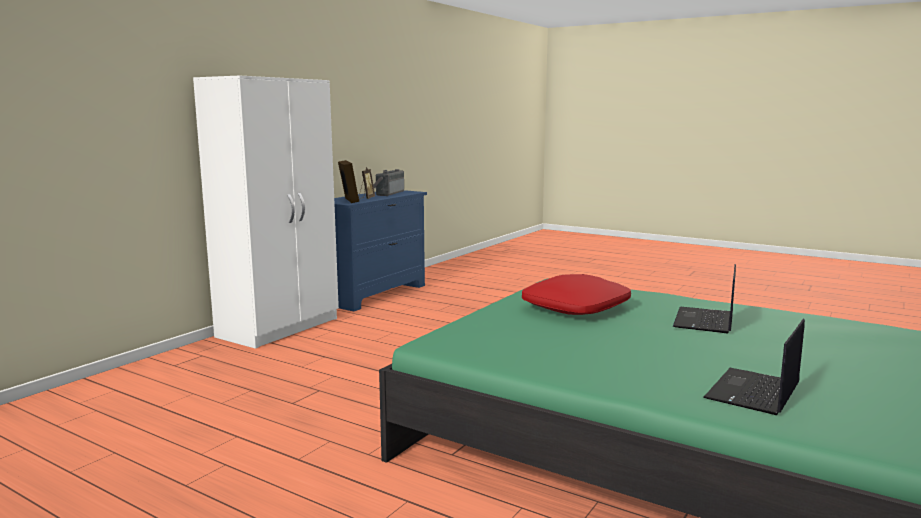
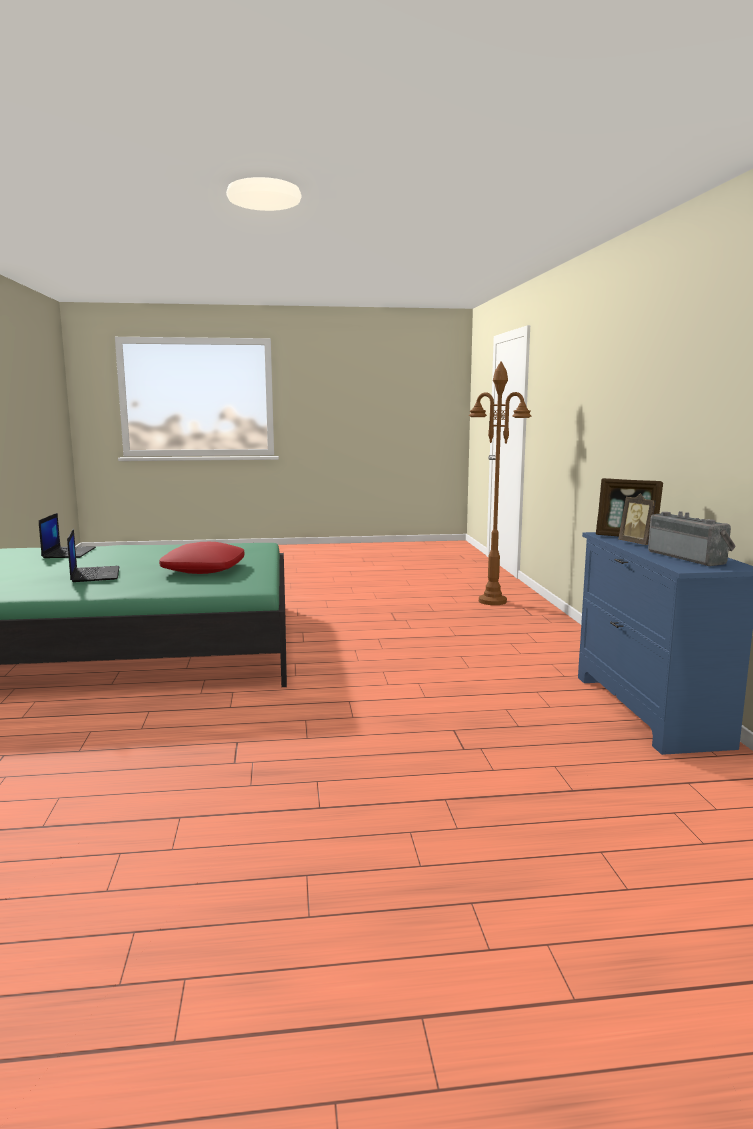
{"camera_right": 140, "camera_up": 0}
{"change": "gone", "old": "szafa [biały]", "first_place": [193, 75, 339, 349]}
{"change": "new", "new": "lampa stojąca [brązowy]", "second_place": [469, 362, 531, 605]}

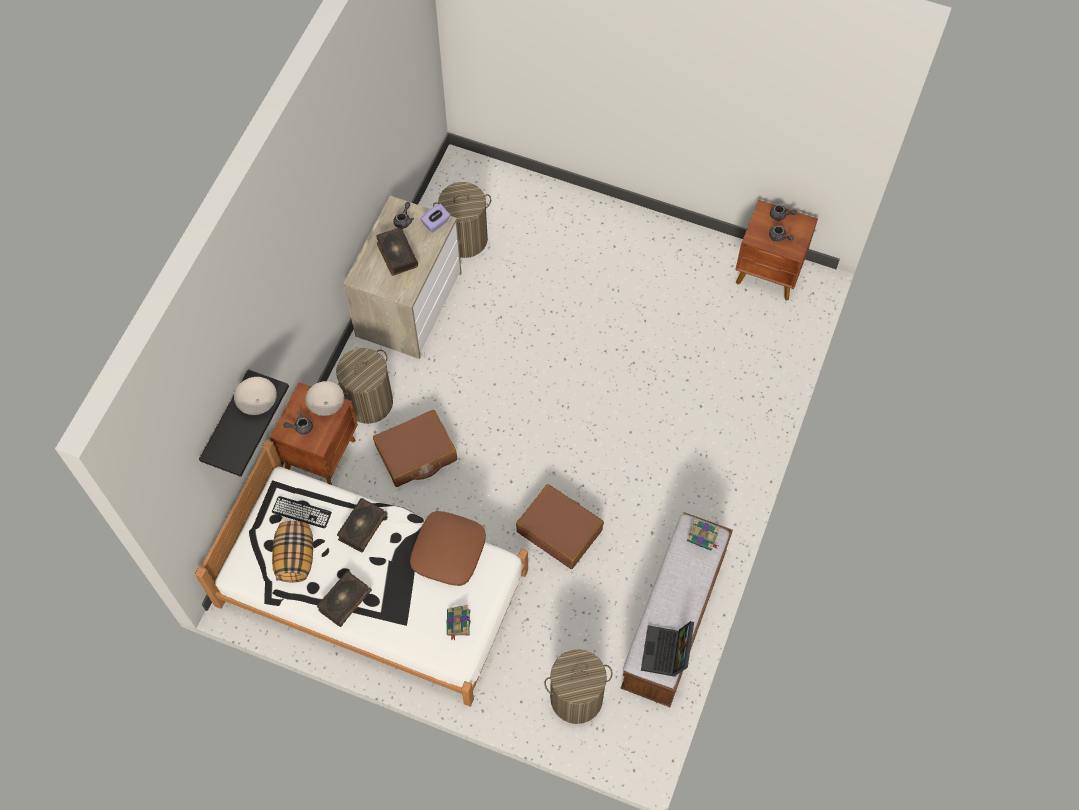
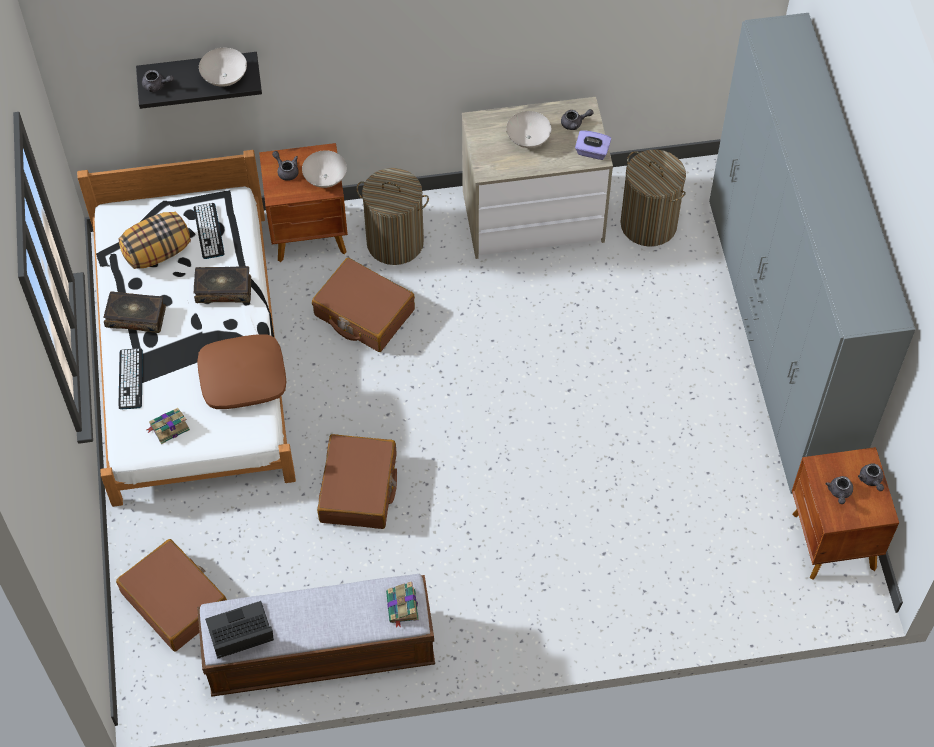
{"camera_right": 60, "camera_up": -5}
{"change": "swapped", "old": "książka", "new": "miska [biały]", "first_place": [376, 228, 418, 276], "second_place": [506, 111, 551, 148]}
{"change": "swapped", "old": "kosz na pranie", "new": "walizka [brązowy]", "first_place": [544, 649, 613, 724], "second_place": [116, 539, 227, 652]}
{"change": "new", "new": "klawiatura", "second_place": [118, 348, 143, 409]}
{"change": "new", "new": "imbryk [szary]", "second_place": [142, 70, 174, 92]}
{"change": "new", "new": "szafa [szary]", "second_place": [709, 13, 916, 494]}

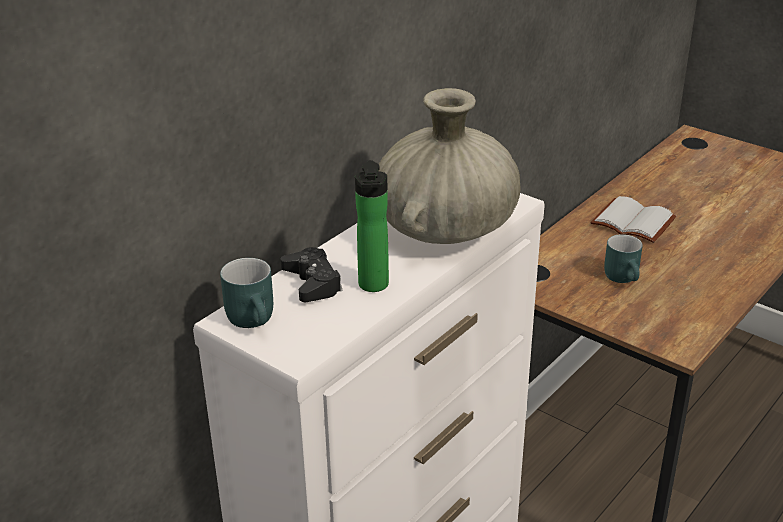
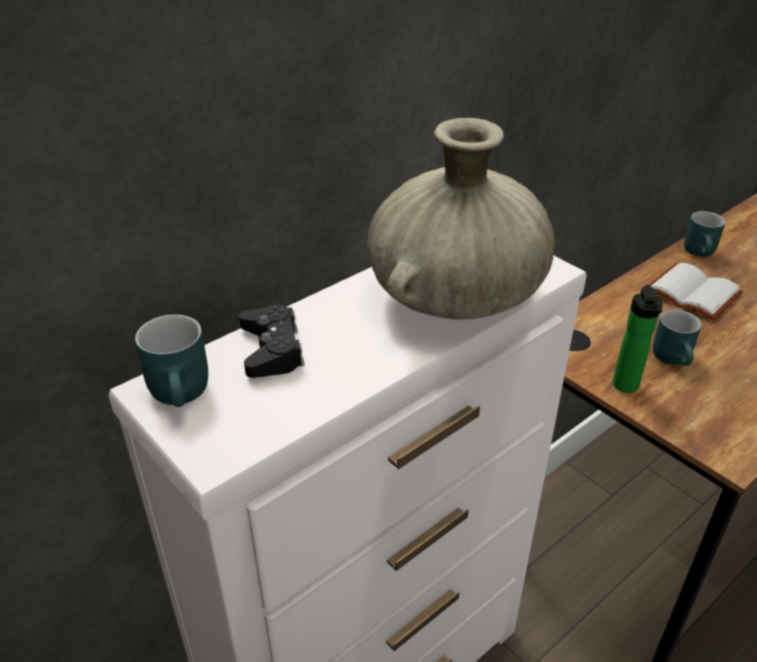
{"camera_right": 10, "camera_up": 5}
{"change": "shifted", "old": "butelka", "first_place": [355, 160, 389, 292], "second_place": [613, 285, 663, 393]}
{"change": "new", "new": "kubek [turkusowy]", "second_place": [684, 211, 725, 257]}

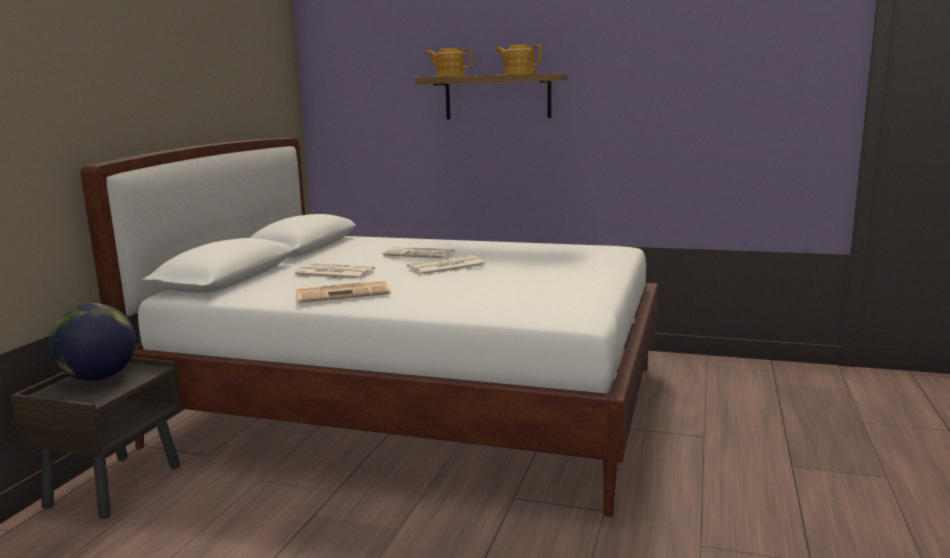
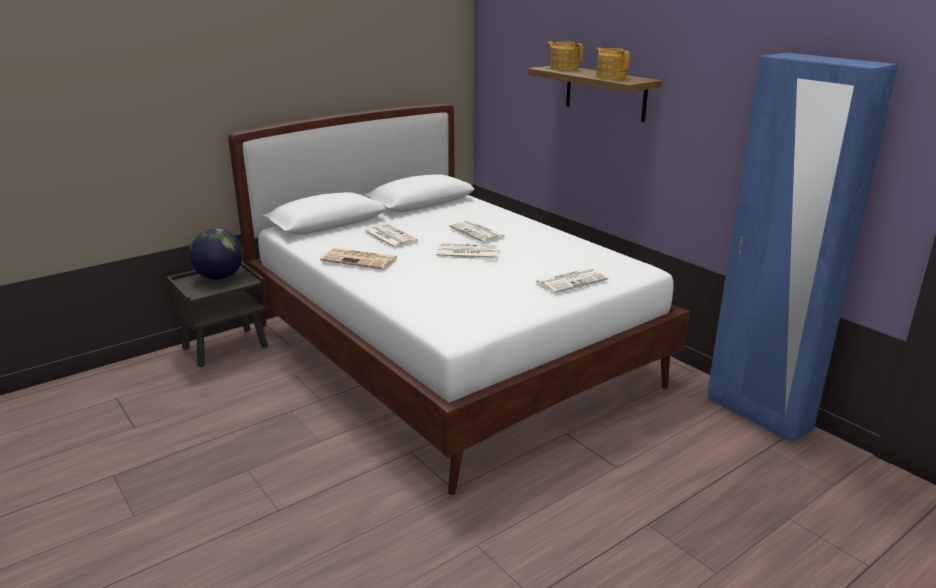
{"camera_right": 35, "camera_up": 10}
{"change": "new", "new": "gazeta", "second_place": [535, 268, 608, 293]}
{"change": "new", "new": "szafa [niebieski]", "second_place": [707, 53, 898, 443]}

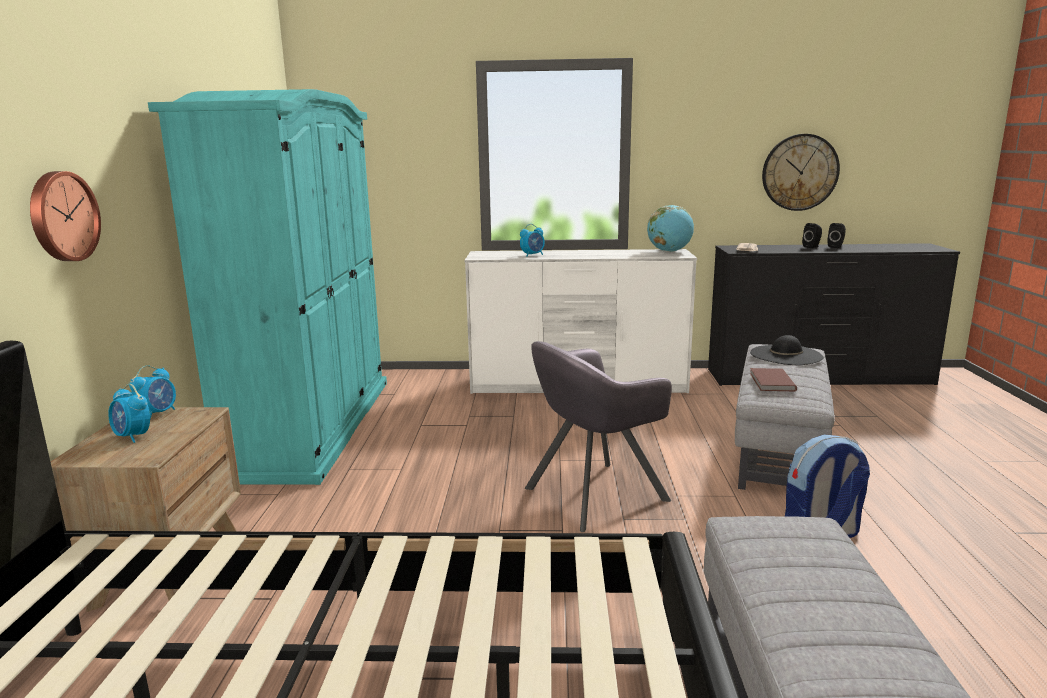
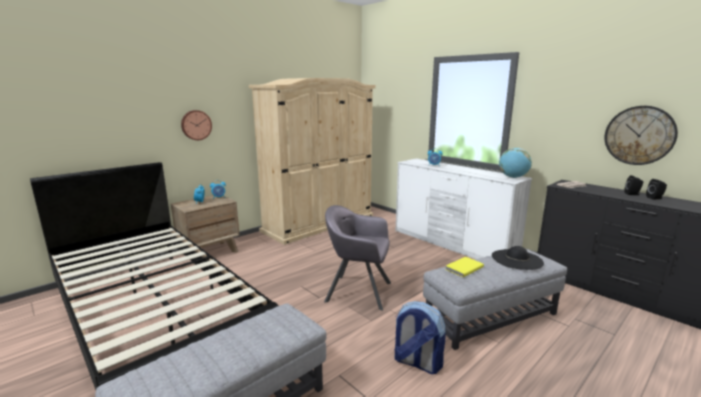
{"camera_right": 45, "camera_up": 0}
{"change": "repainted", "old": "szafa [turkusowy]", "new": "szafa [beżowy]", "first_place": [148, 89, 387, 485], "second_place": [249, 78, 375, 245]}
{"change": "repainted", "old": "książka [brązowy]", "new": "książka [żółty]", "first_place": [750, 368, 797, 391], "second_place": [445, 257, 484, 277]}

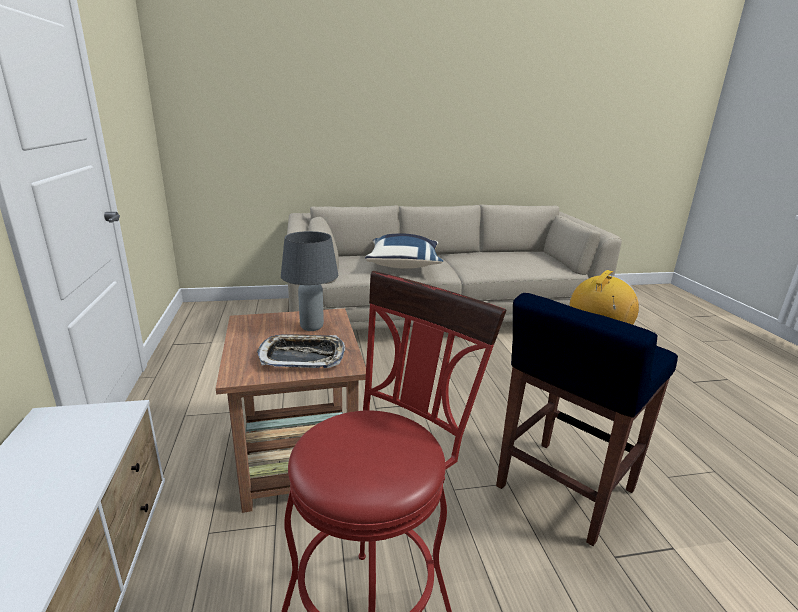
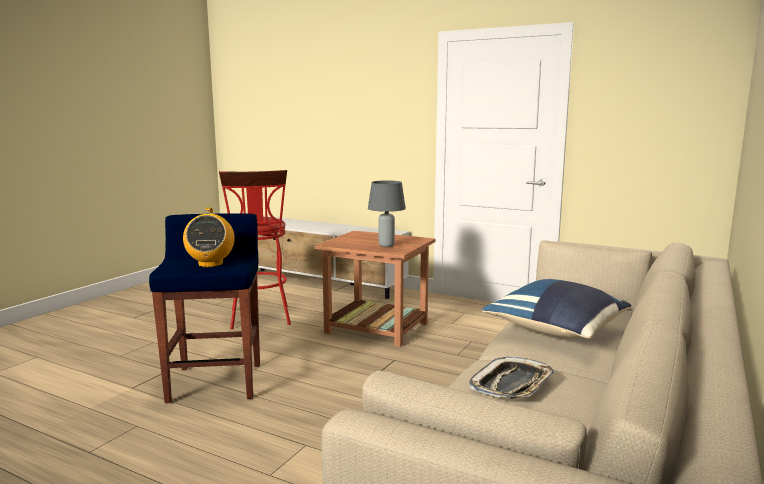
{"camera_right": 130, "camera_up": -10}
{"change": "shifted", "old": "taca", "first_place": [257, 334, 345, 368], "second_place": [469, 357, 554, 399]}

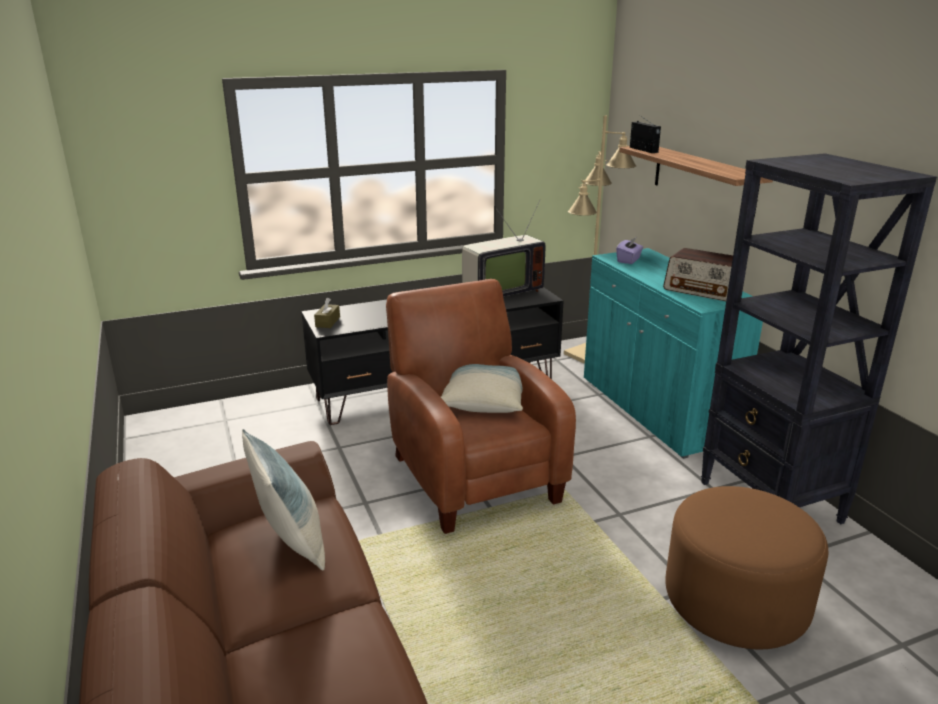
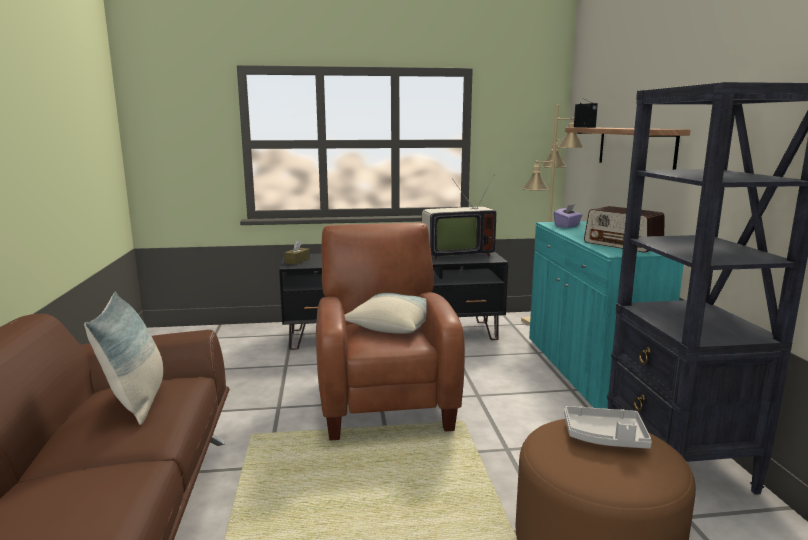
{"camera_right": 15, "camera_up": -10}
{"change": "new", "new": "taca [szary]", "second_place": [564, 406, 652, 449]}

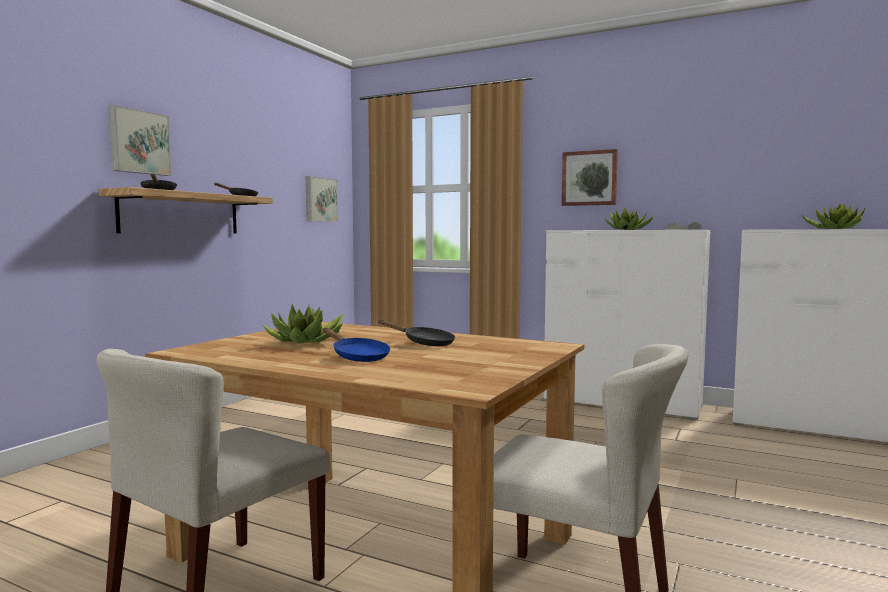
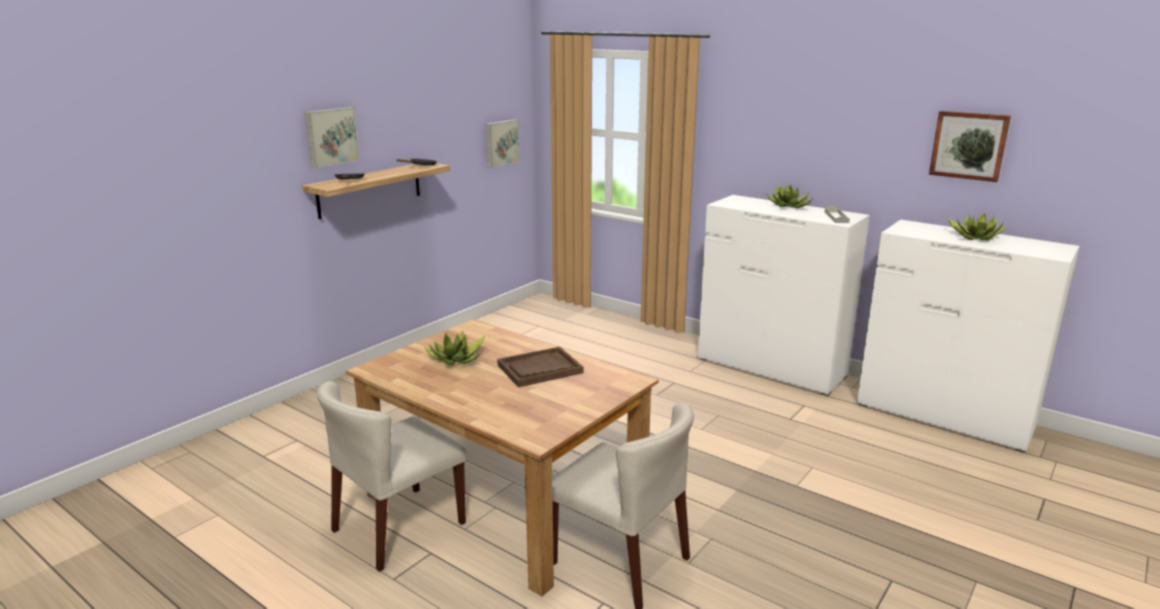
{"camera_right": 10, "camera_up": 15}
{"change": "gone", "old": "patelnia [niebieski]", "first_place": [322, 328, 390, 362]}
{"change": "swapped", "old": "patelnia [czarny]", "new": "taca [brązowy]", "first_place": [378, 320, 455, 346], "second_place": [497, 347, 583, 387]}
{"change": "shifted", "old": "obraz", "first_place": [562, 149, 618, 206], "second_place": [929, 111, 1011, 182]}

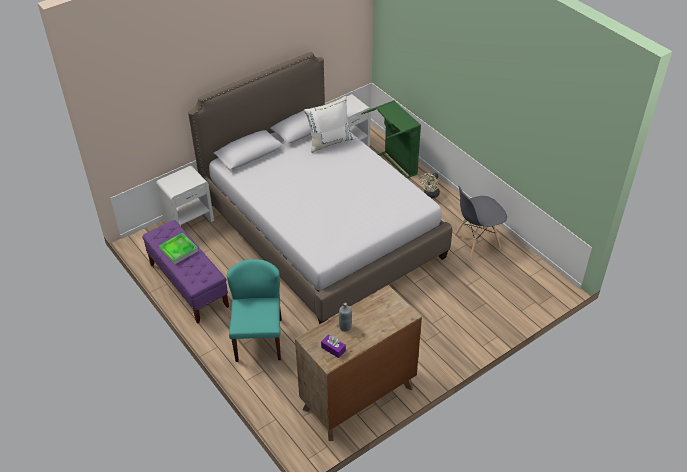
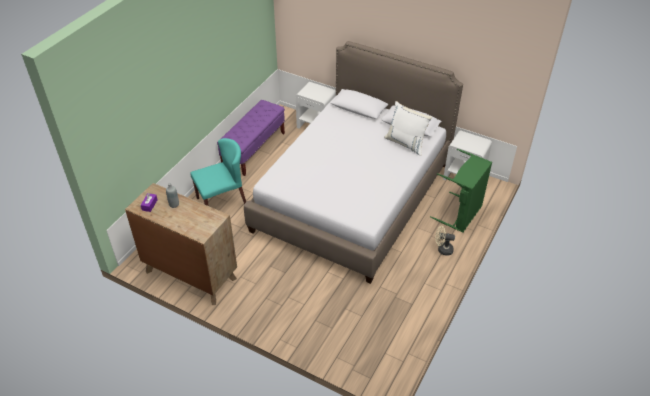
{"camera_right": 65, "camera_up": 0}
{"change": "gone", "old": "taca", "first_place": [159, 233, 198, 265]}
{"change": "gone", "old": "krzesło [szary]", "first_place": [454, 186, 507, 258]}

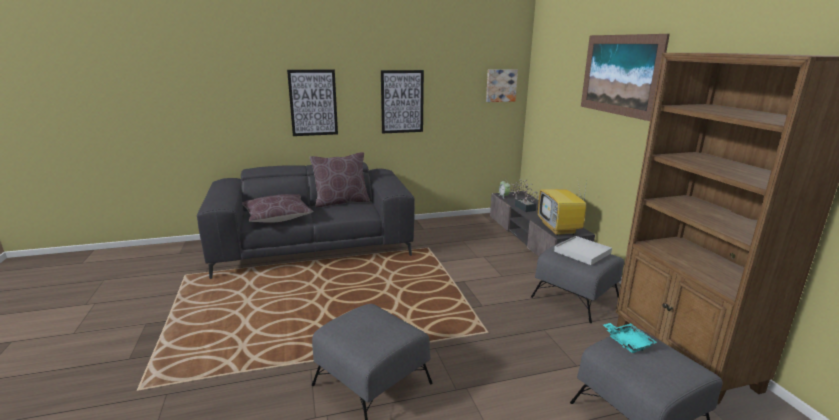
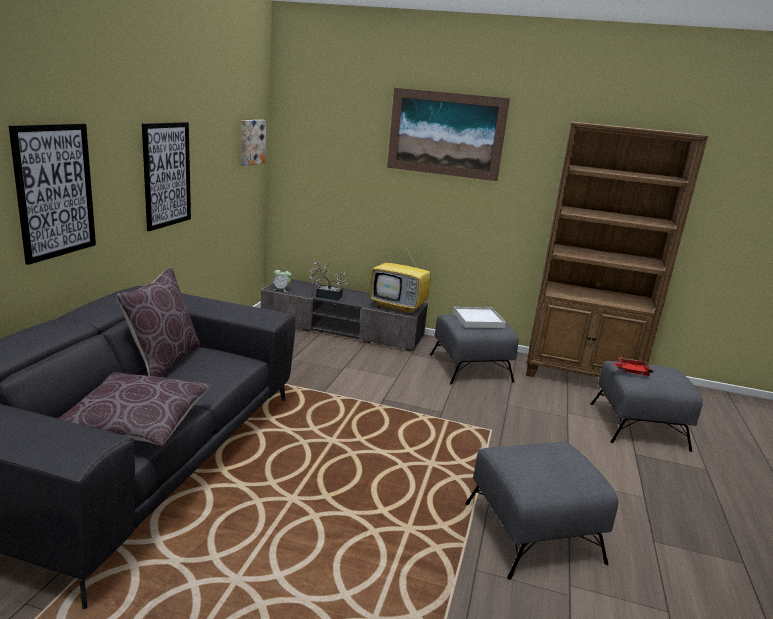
{"camera_right": -60, "camera_up": 0}
{"change": "repainted", "old": "taca [turkusowy]", "new": "taca [czerwony]", "first_place": [603, 323, 657, 353], "second_place": [613, 357, 653, 376]}

